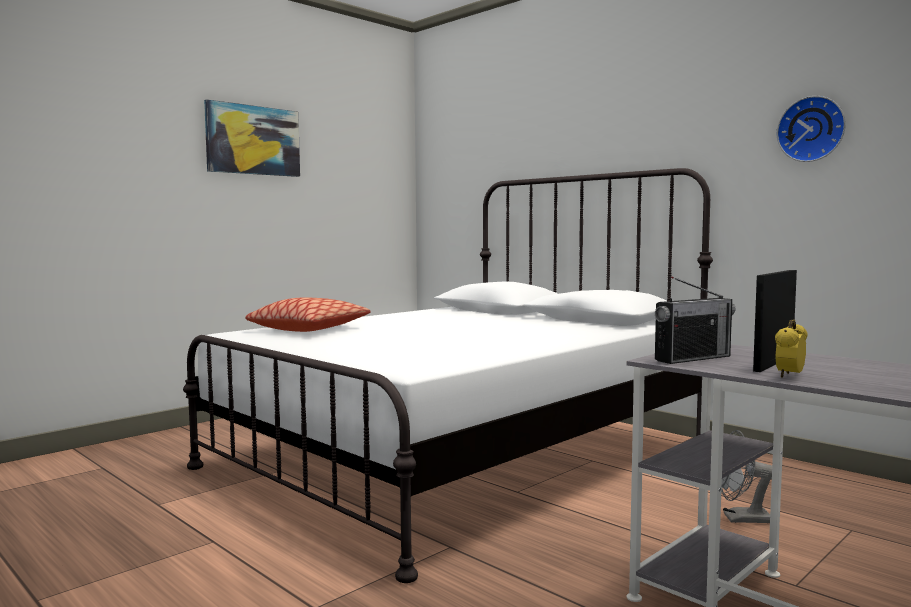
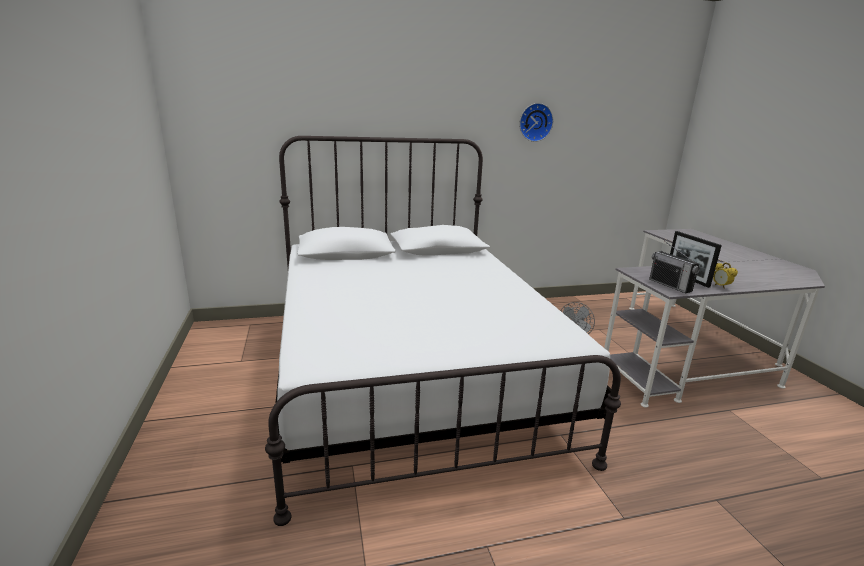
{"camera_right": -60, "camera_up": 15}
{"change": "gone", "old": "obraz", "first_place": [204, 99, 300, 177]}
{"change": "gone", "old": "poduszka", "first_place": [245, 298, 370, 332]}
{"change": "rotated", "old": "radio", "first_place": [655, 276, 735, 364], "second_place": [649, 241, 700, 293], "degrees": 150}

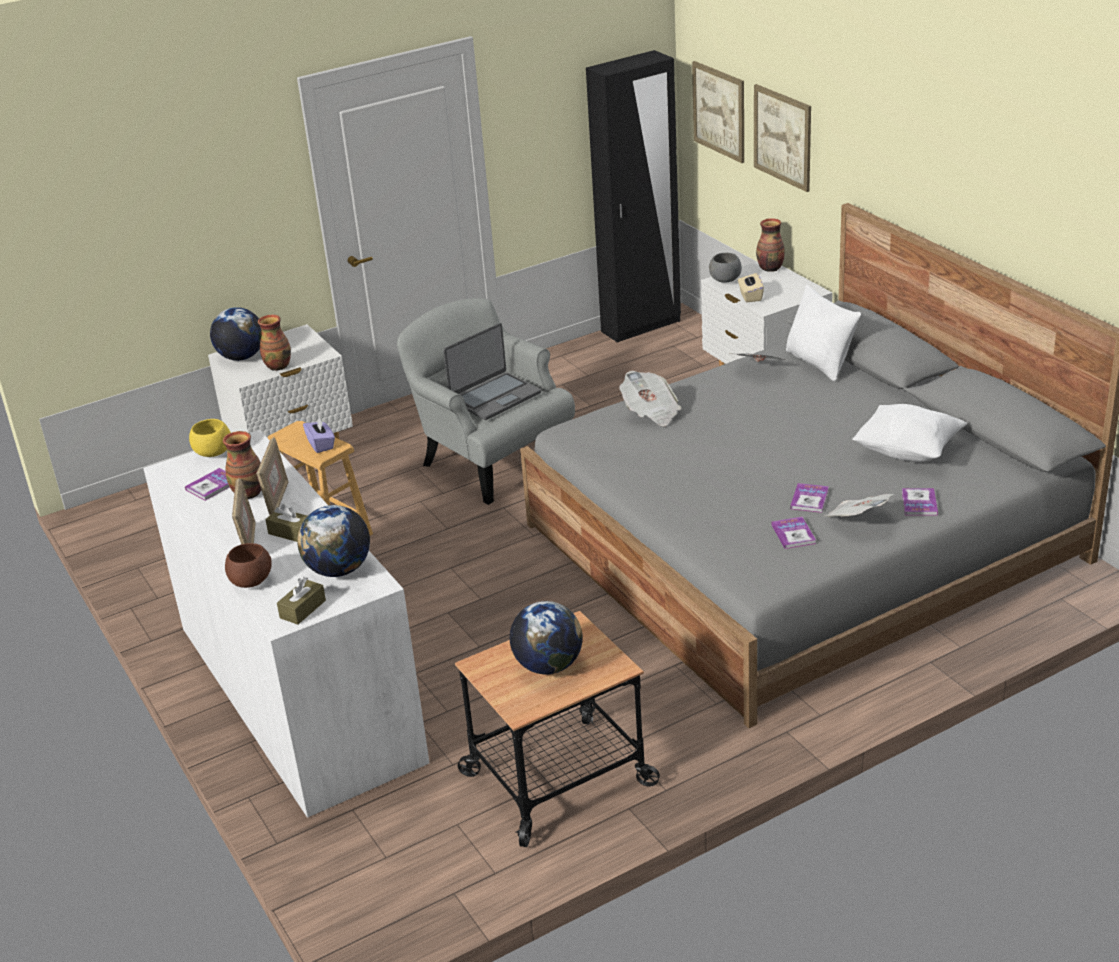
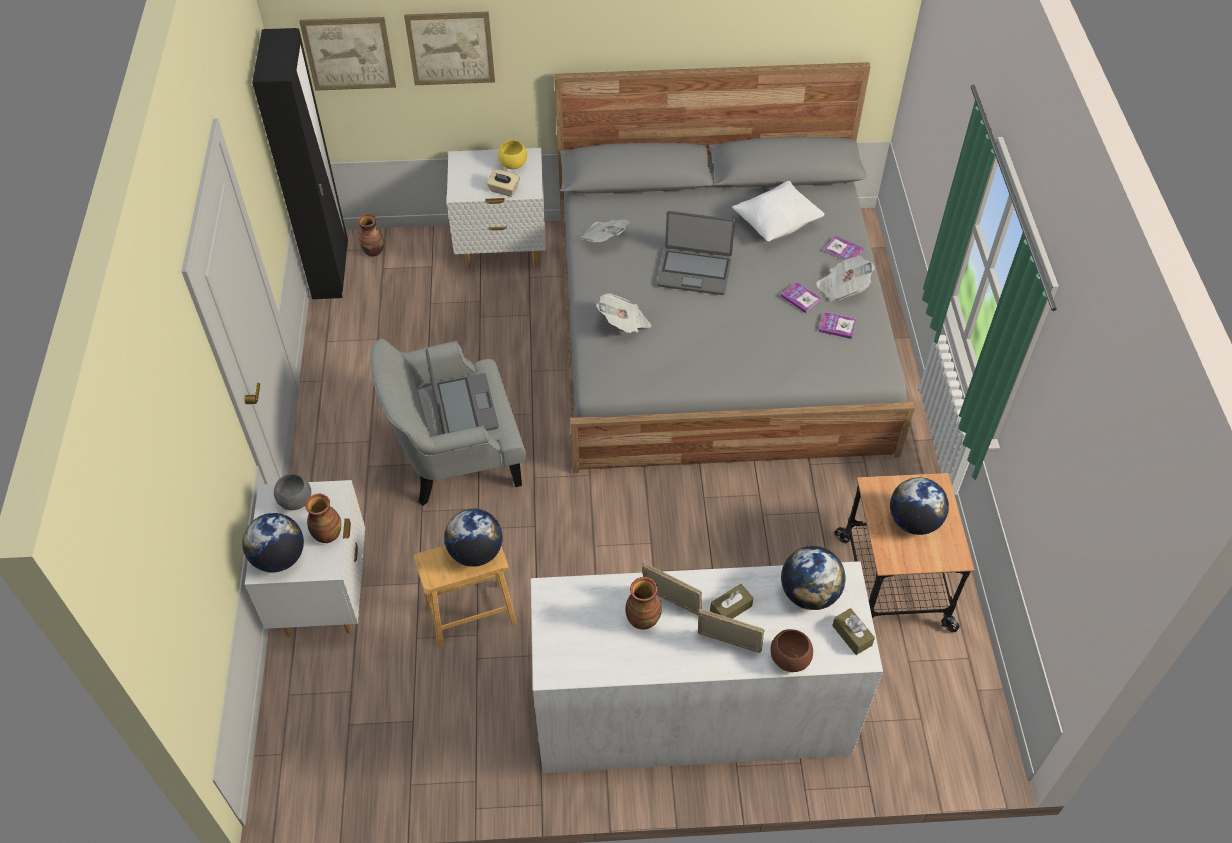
{"camera_right": -65, "camera_up": 20}
{"change": "gone", "old": "książka", "first_place": [185, 468, 229, 501]}
{"change": "shifted", "old": "miska [żółty]", "first_place": [189, 419, 231, 457], "second_place": [498, 140, 527, 169]}
{"change": "swapped", "old": "pudełko chusteczek [fioletowy]", "new": "globus", "first_place": [303, 418, 335, 453], "second_place": [444, 509, 503, 567]}
{"change": "shifted", "old": "miska [szary]", "first_place": [709, 253, 742, 283], "second_place": [274, 474, 311, 510]}
{"change": "shifted", "old": "wazon", "first_place": [756, 218, 785, 272], "second_place": [358, 214, 384, 256]}
{"change": "gone", "old": "poduszka [biały]", "first_place": [786, 285, 861, 381]}
{"change": "new", "new": "laptop", "second_place": [657, 211, 735, 295]}

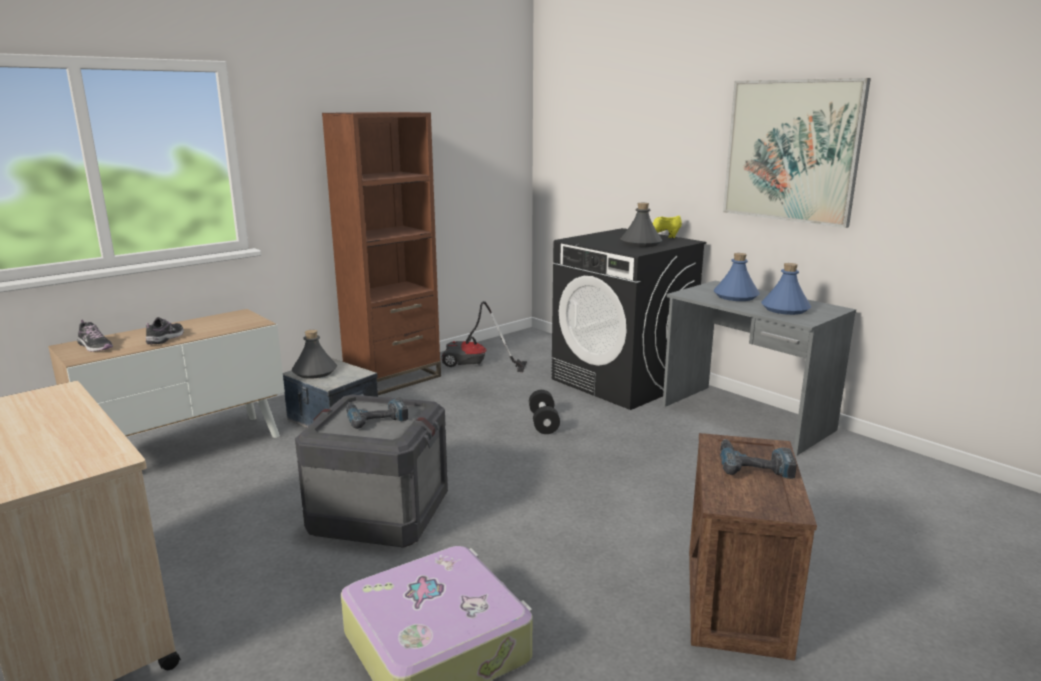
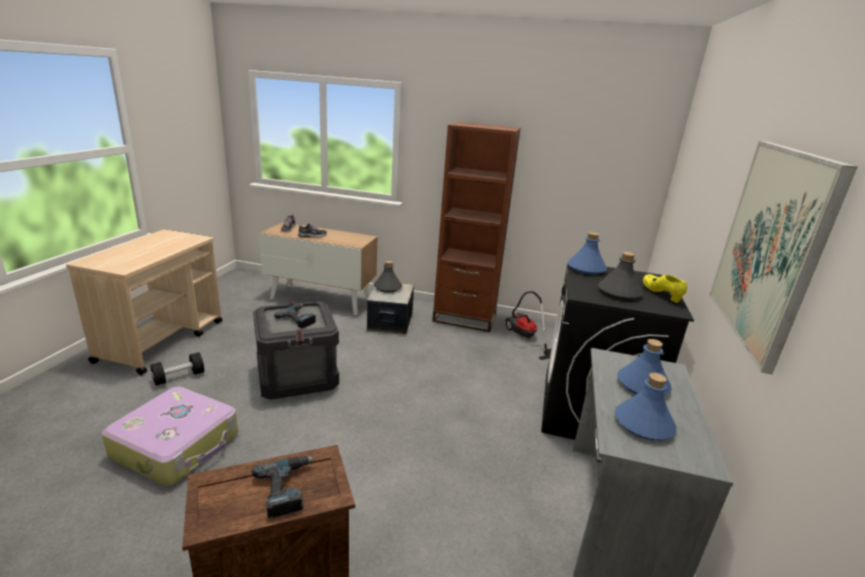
{"camera_right": 55, "camera_up": 5}
{"change": "shifted", "old": "hantel [czarny]", "first_place": [529, 390, 560, 434], "second_place": [150, 352, 204, 386]}
{"change": "new", "new": "butelka [niebieski]", "second_place": [567, 232, 607, 275]}

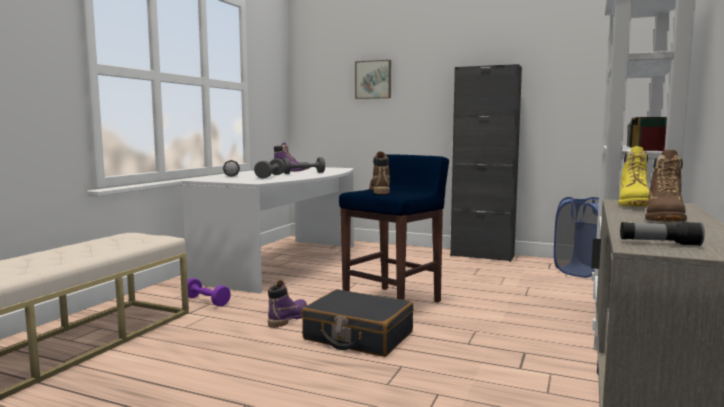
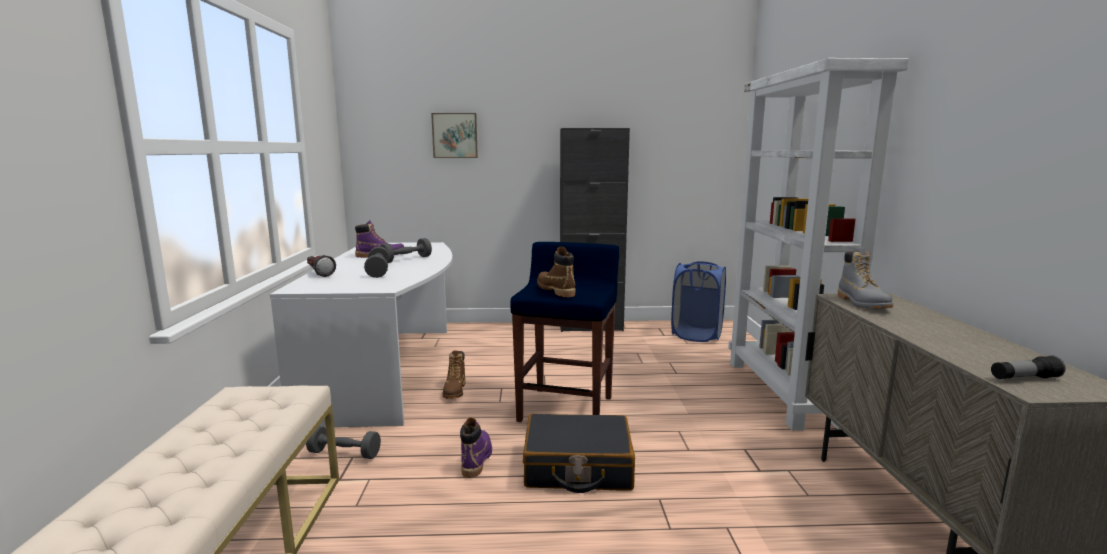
{"camera_right": -25, "camera_up": 5}
{"change": "repainted", "old": "hantel [fioletowy]", "new": "hantel [szary]", "first_place": [187, 278, 231, 307], "second_place": [306, 426, 381, 459]}
{"change": "repainted", "old": "but z cholewką [żółty]", "new": "but z cholewką [szary]", "first_place": [618, 146, 649, 207], "second_place": [838, 247, 893, 309]}
{"change": "shifted", "old": "but z cholewką [brązowy]", "first_place": [645, 150, 687, 222], "second_place": [443, 350, 466, 399]}

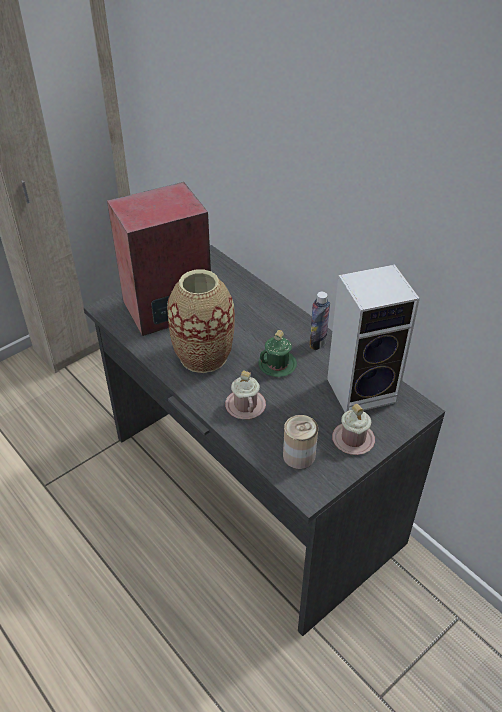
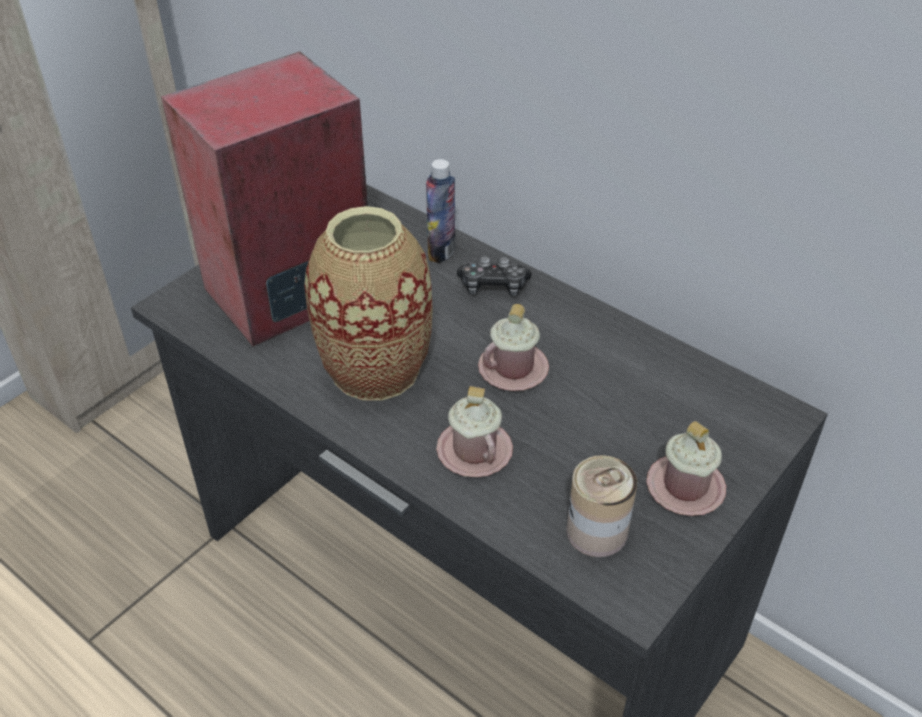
{"camera_right": -10, "camera_up": 0}
{"change": "repainted", "old": "kubek [zielony]", "new": "kubek [różowy]", "first_place": [258, 330, 297, 377], "second_place": [478, 304, 549, 391]}
{"change": "shifted", "old": "butelka", "first_place": [309, 292, 330, 350], "second_place": [426, 159, 455, 263]}
{"change": "gone", "old": "głośnik", "first_place": [327, 265, 420, 412]}
{"change": "new", "new": "pad do gier", "second_place": [457, 256, 532, 296]}

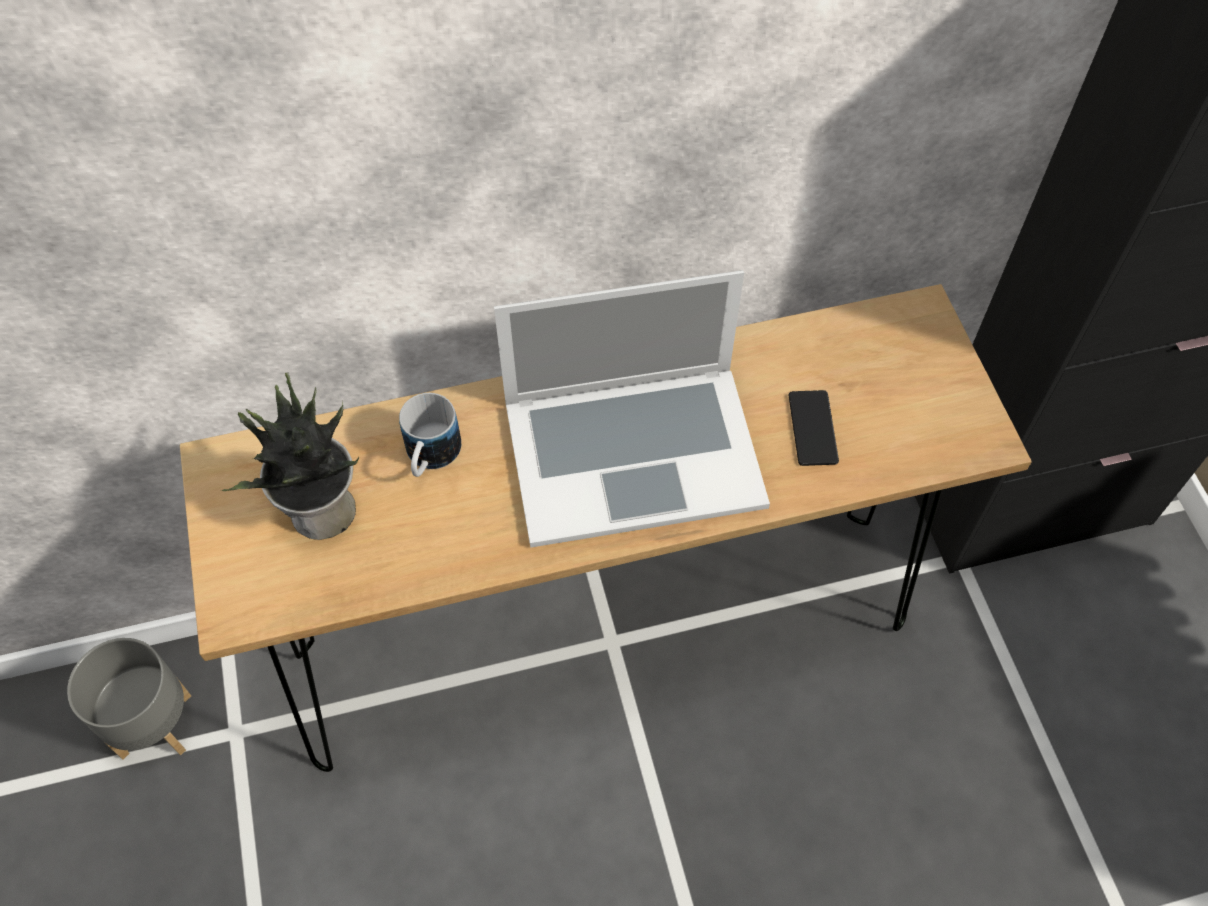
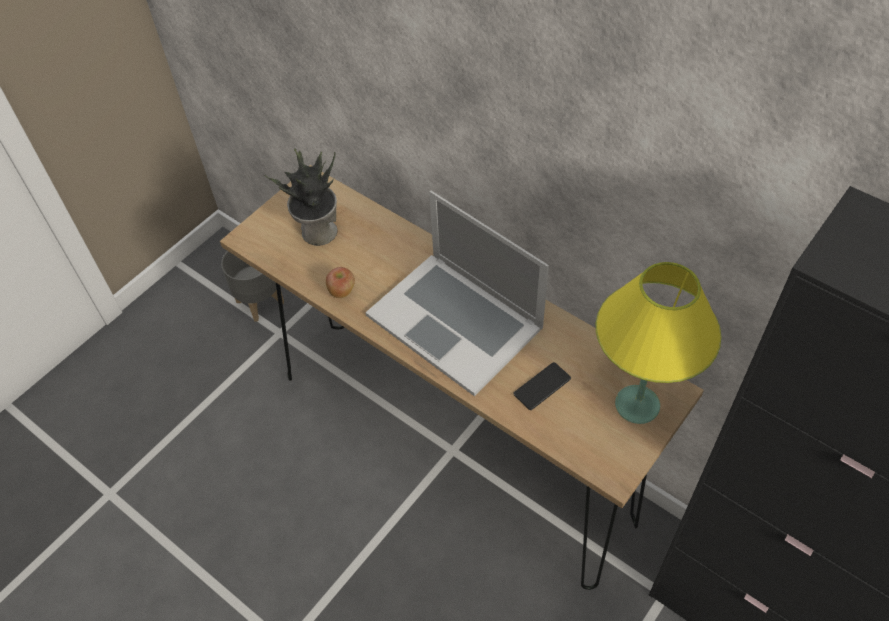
{"camera_right": 55, "camera_up": -5}
{"change": "gone", "old": "kubek", "first_place": [399, 393, 461, 477]}
{"change": "new", "new": "jabłko", "second_place": [326, 267, 355, 298]}
{"change": "new", "new": "lampa stołowa [żółty]", "second_place": [596, 262, 721, 424]}

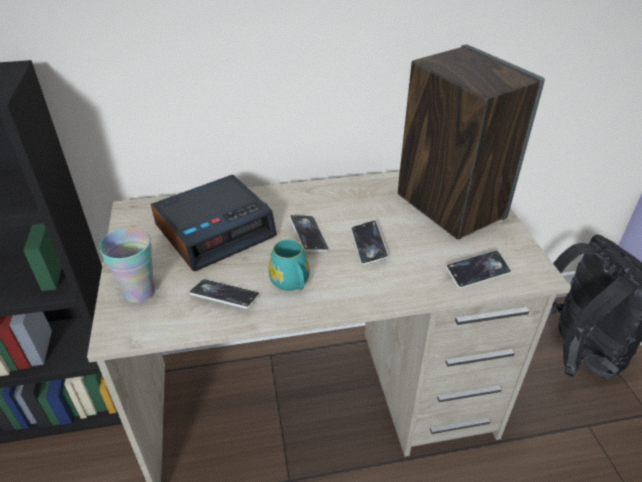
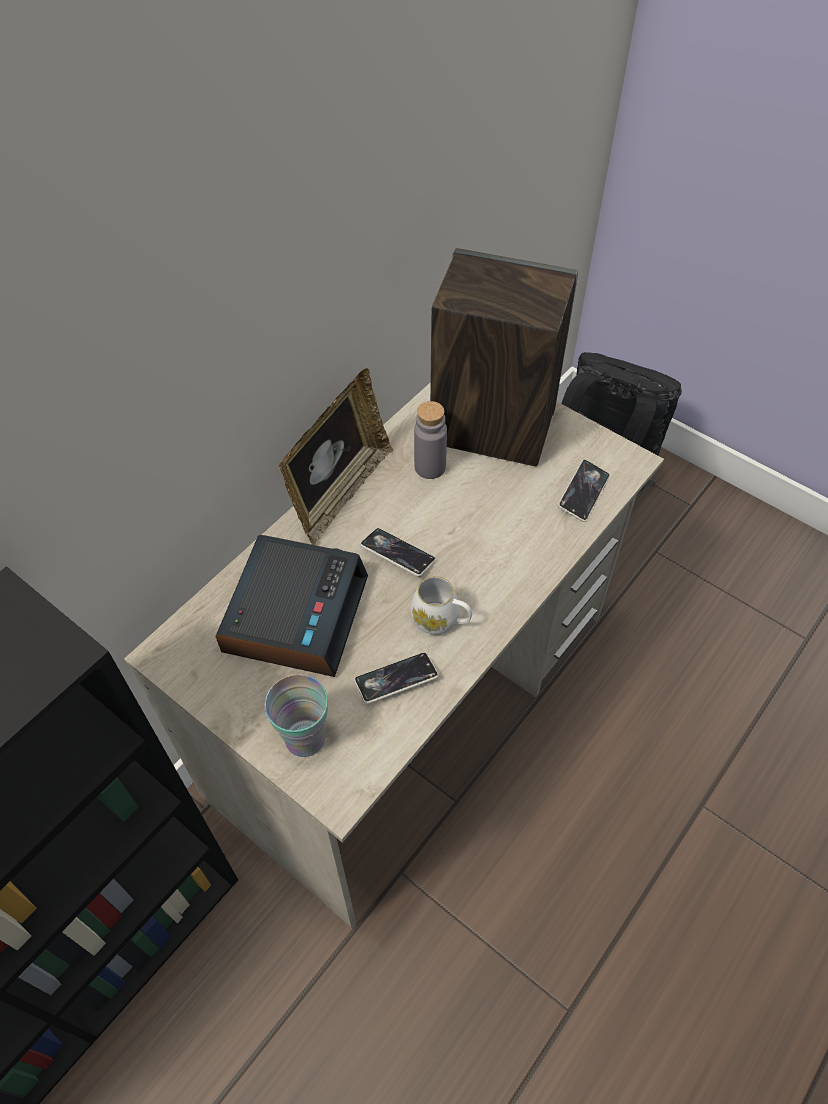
{"camera_right": -40, "camera_up": 15}
{"change": "repainted", "old": "kubek [turkusowy]", "new": "kubek [biały]", "first_place": [268, 239, 310, 291], "second_place": [410, 576, 472, 634]}
{"change": "gone", "old": "telefon", "first_place": [351, 221, 389, 265]}
{"change": "new", "new": "ramka na zdjęcie", "second_place": [279, 368, 393, 545]}
{"change": "new", "new": "butelka [szary]", "second_place": [414, 401, 447, 479]}

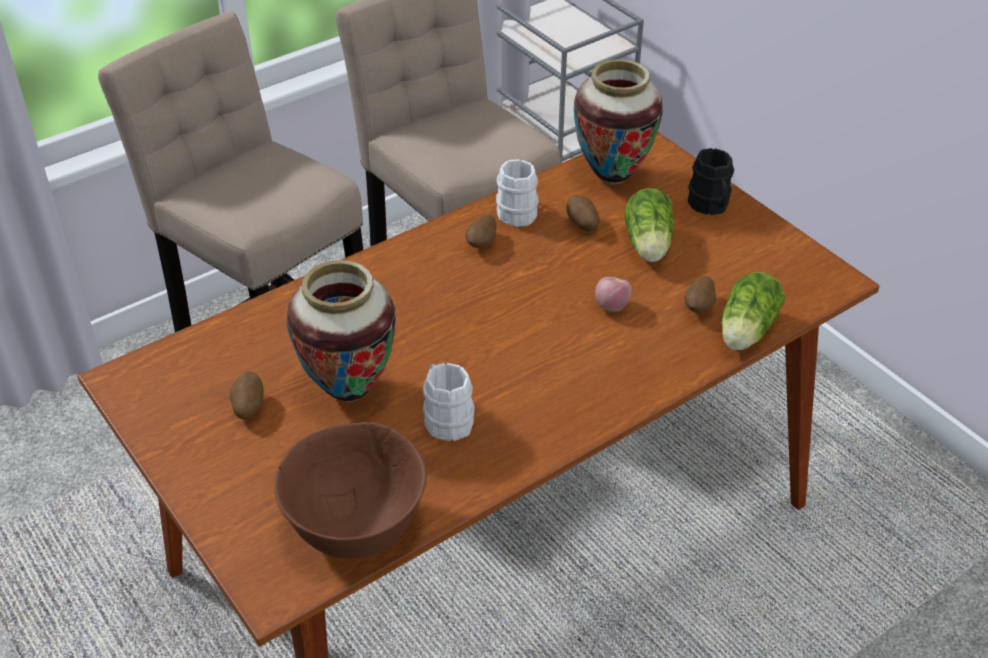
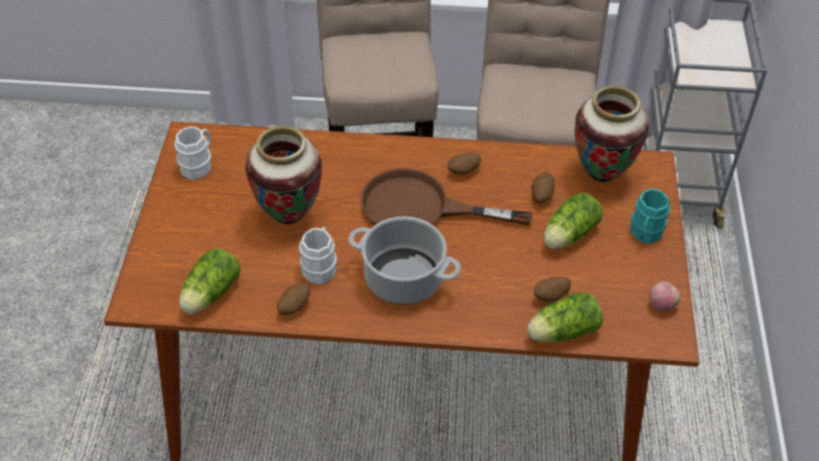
{"camera_right": 40, "camera_up": 5}
{"change": "shifted", "old": "ziemniak", "first_place": [230, 371, 263, 419], "second_place": [277, 282, 310, 315]}
{"change": "swapped", "old": "miska [brązowy]", "new": "sałata", "first_place": [274, 422, 427, 559], "second_place": [179, 248, 241, 314]}
{"change": "shifted", "old": "kubek [biały]", "first_place": [496, 159, 538, 227], "second_place": [174, 126, 211, 180]}
{"change": "shifted", "old": "jabłko", "first_place": [595, 277, 632, 312], "second_place": [649, 281, 681, 312]}
{"change": "repainted", "old": "kubek [czarny]", "new": "kubek [turkusowy]", "first_place": [688, 148, 734, 215], "second_place": [630, 188, 671, 244]}
{"change": "new", "new": "garnek", "second_place": [348, 217, 461, 305]}
{"change": "new", "new": "patelnia [brązowy]", "second_place": [360, 168, 533, 226]}

